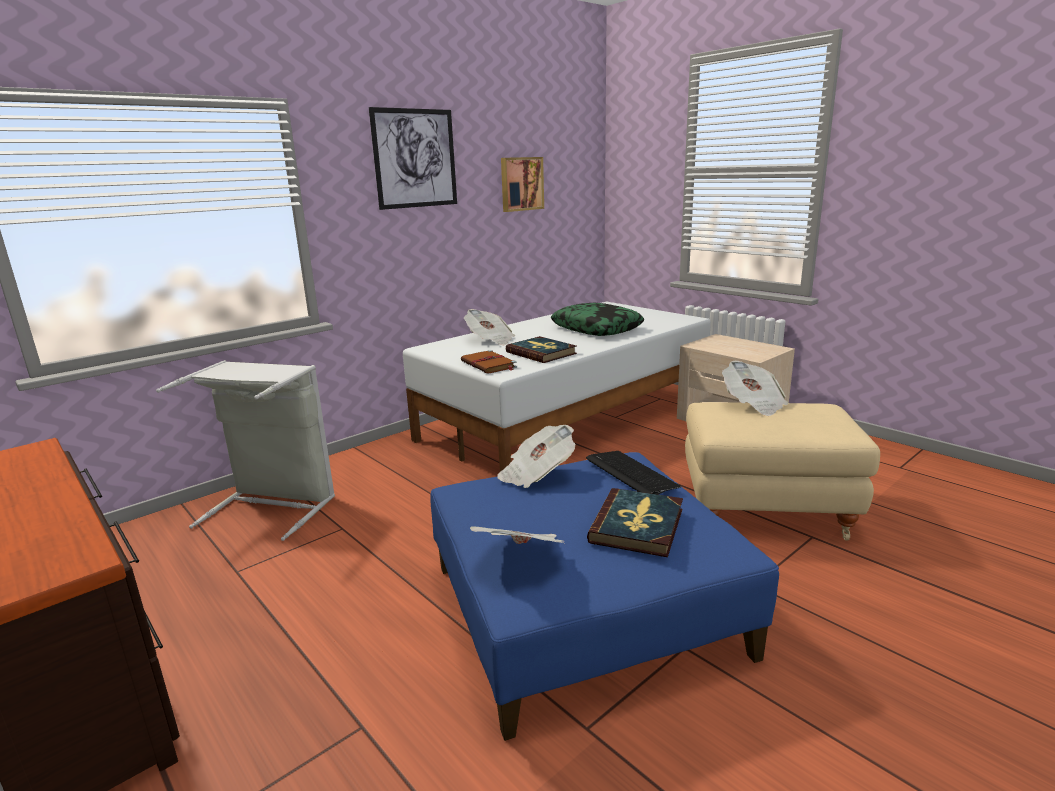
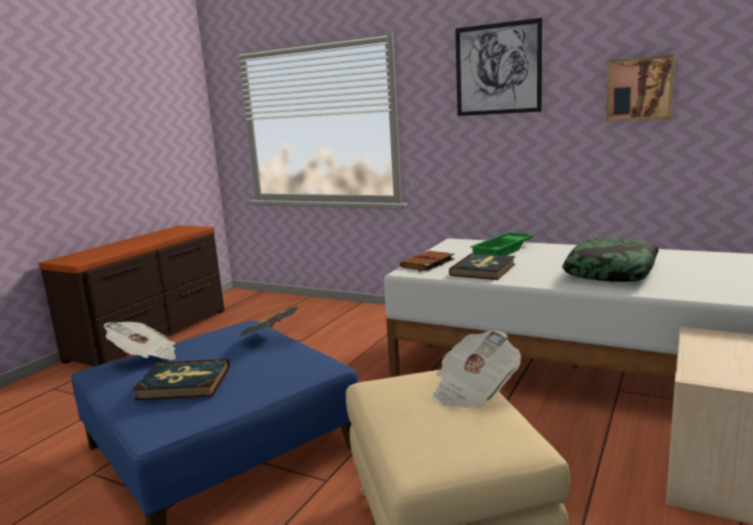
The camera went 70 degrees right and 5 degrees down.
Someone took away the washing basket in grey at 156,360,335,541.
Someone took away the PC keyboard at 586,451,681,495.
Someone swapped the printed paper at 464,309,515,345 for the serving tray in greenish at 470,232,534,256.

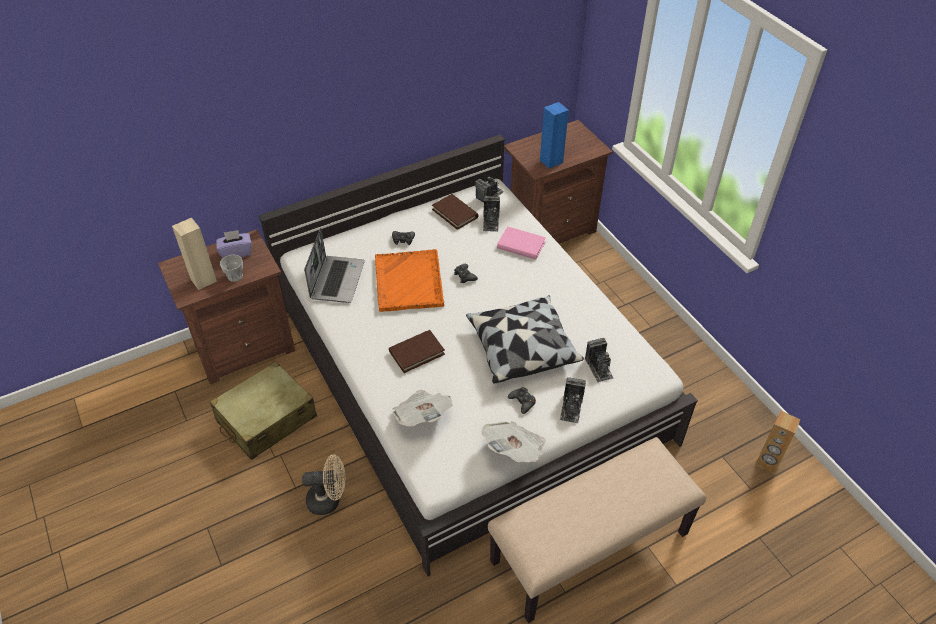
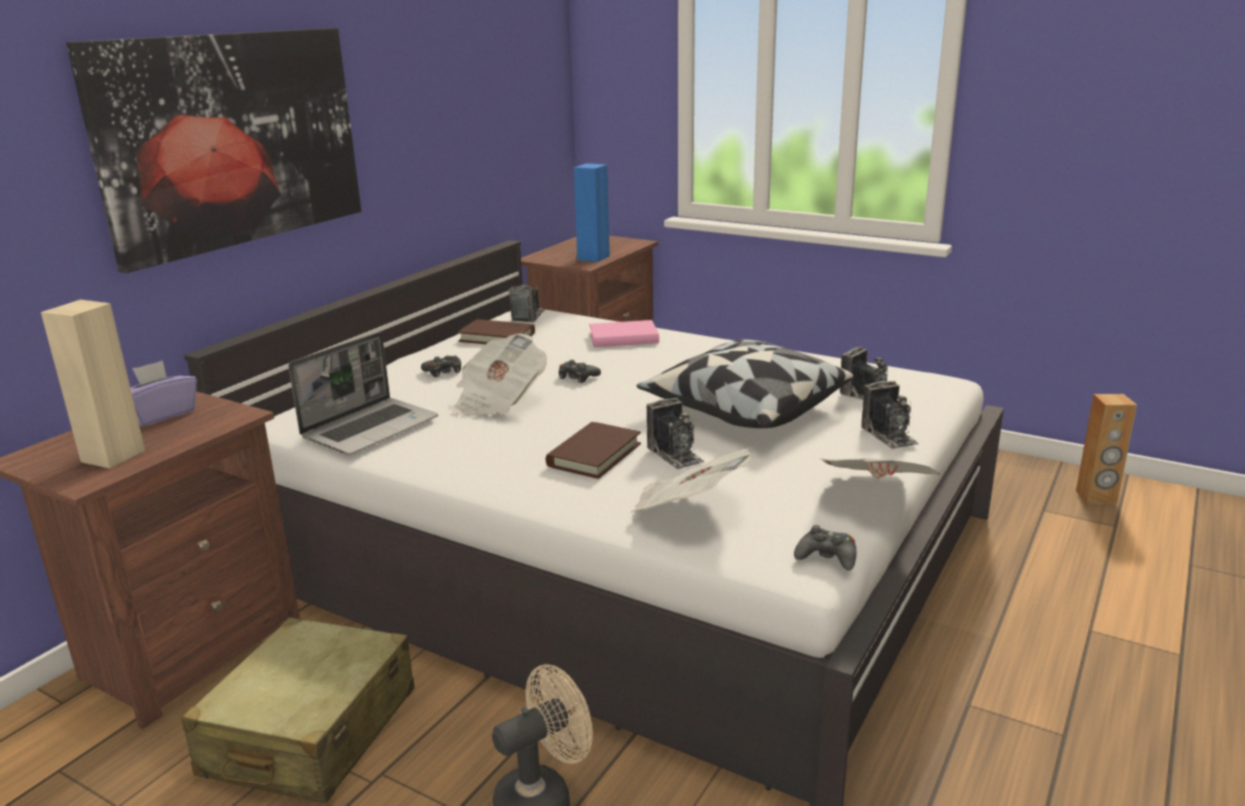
The camera went 30 degrees left and 25 degrees down.
Someone took away the drinking cup at 220,255,243,282.
Someone took away the long seat in beige at 488,437,706,623.
Someone put up the picture at 66,28,361,273.
Someone carried the still camera from 483,196,500,232 to 647,398,705,470.
Someone carried the game controller in black from 508,387,536,414 to 794,525,856,571.
Someone swapped the serving tray in orange at 375,249,444,312 for the printed paper at 453,334,547,416.
Someone rotated the notebook computer at 304,228,365,303 by 60 degrees clockwise.

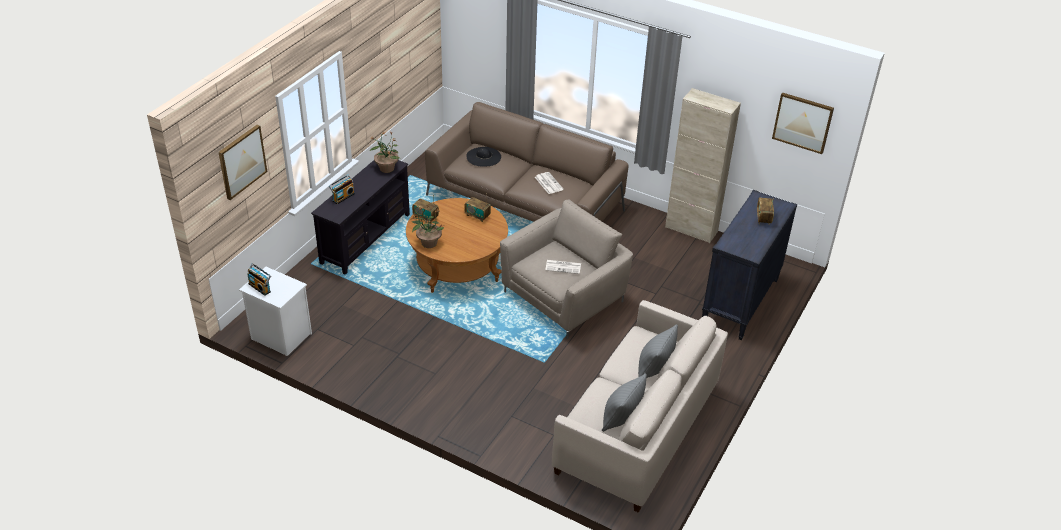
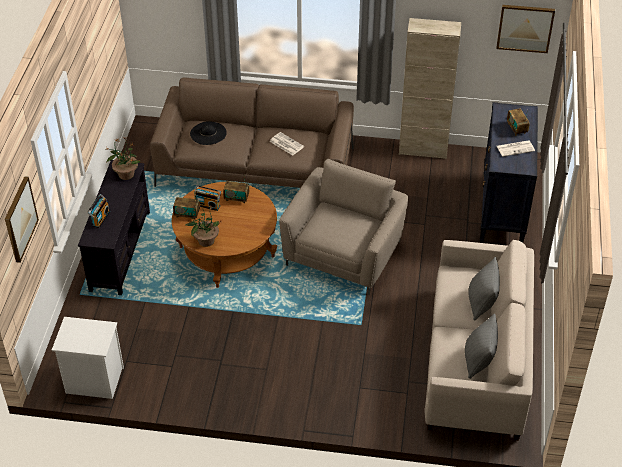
The camera went 20 degrees left and 5 degrees up.
Someone carried the radio receiver from 247,263,271,296 to 195,185,221,211.
Someone carried the printed paper from 545,260,581,274 to 497,140,535,157.

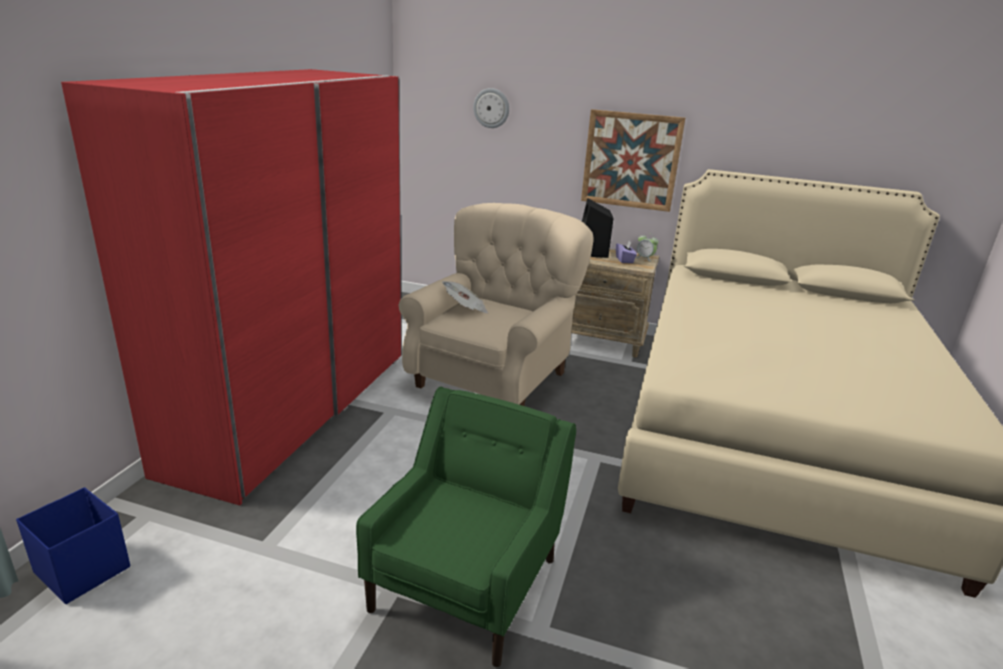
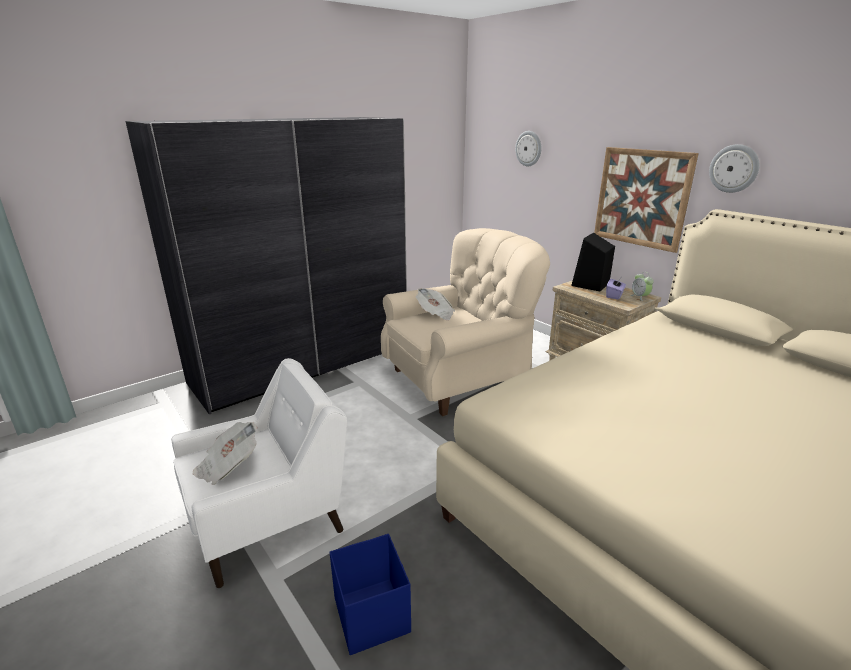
The camera went 35 degrees right and 0 degrees up.
Someone put down the printed paper at 193,422,258,485.
Someone put up the hanging clock at 709,144,760,193.
Someone carried the storage bin in blue from 16,487,130,604 to 330,534,411,655.
Someone repainted the wardrobe in reddish at 61,69,402,505, which became the wardrobe in grey at 126,117,407,414.
Someone repainted the easy chair in greenish at 356,387,576,667, which became the easy chair in whitish at 171,358,347,588.

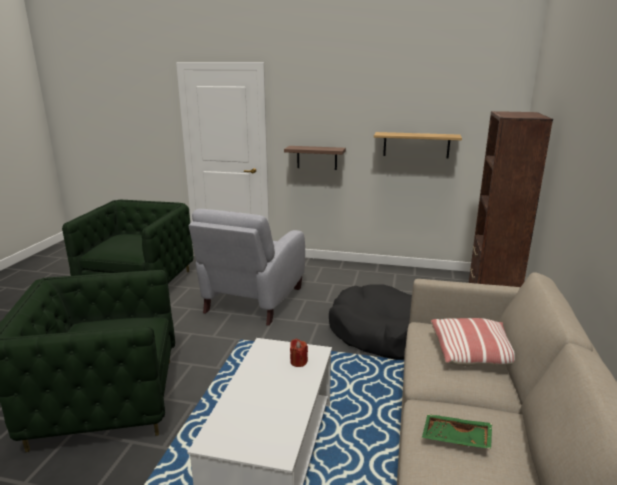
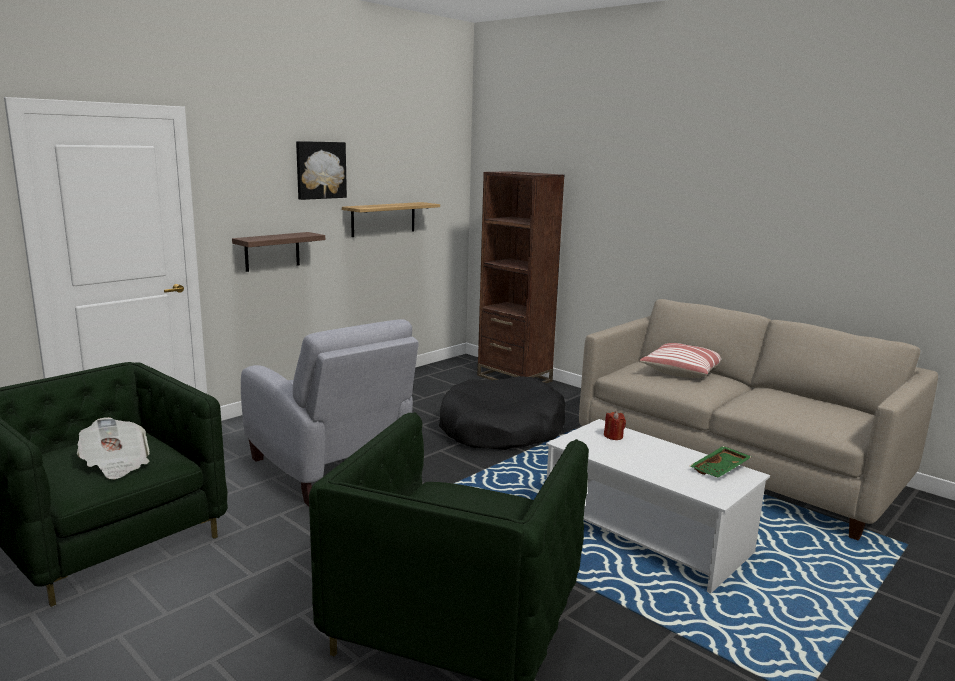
The camera went 60 degrees left and 5 degrees down.
Someone put down the printed paper at 77,417,150,479.
Someone put up the picture at 296,141,347,200.
Someone carried the serving tray in greenish from 422,414,492,449 to 690,446,752,478.

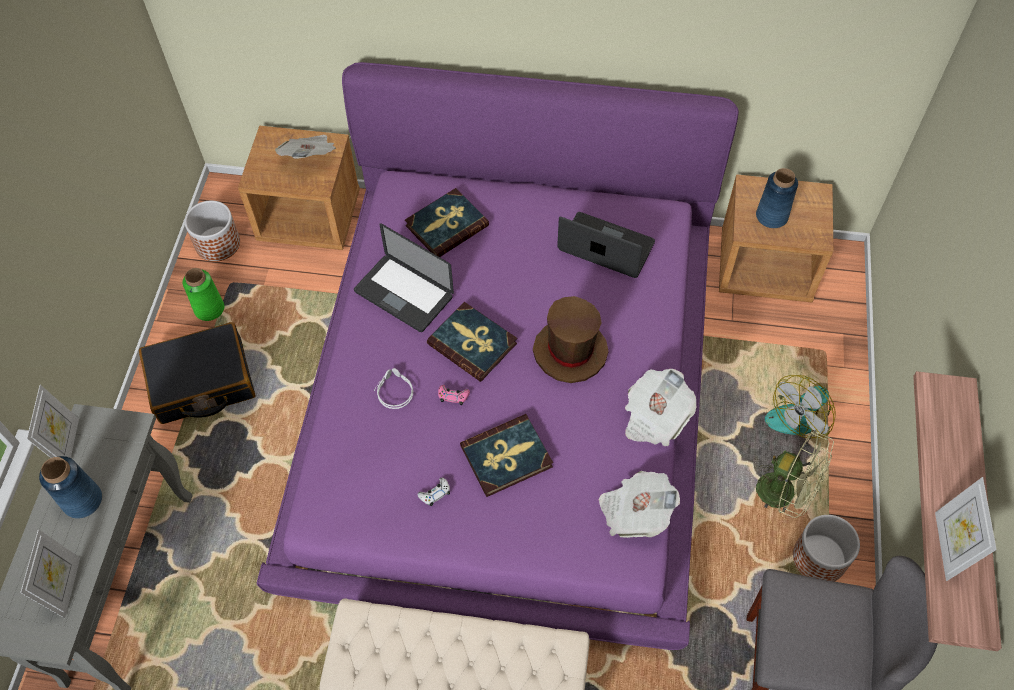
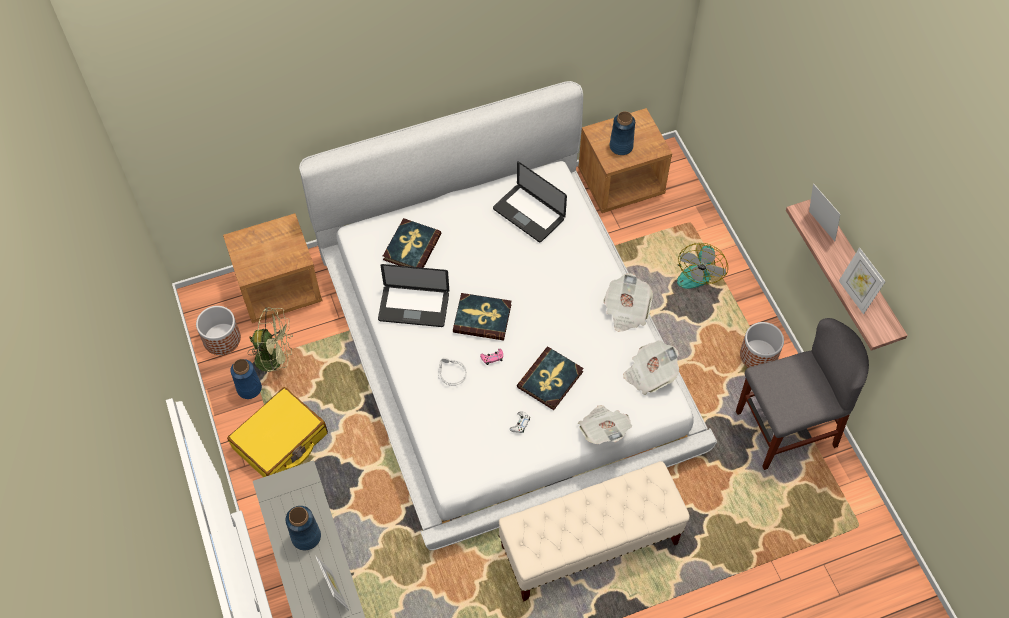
The camera went 30 degrees left and 0 degrees up.
Someone took away the clothing hat in brown at 533,296,608,383.
Someone carried the photo frame from 27,385,79,458 to 809,183,840,241.
Someone carried the printed paper from 275,135,336,159 to 578,405,632,444.
Someone carried the cooling fan in greenish from 756,430,834,518 to 248,307,293,374.
Someone repainted the travel case in black at 139,322,256,424, which became the travel case in yellow at 227,387,328,477.
Someone repainted the decorative vase in greenish at 182,268,224,321, which became the decorative vase in blue at 230,359,262,399.
Someone repainted the sleeping bed in purple-coloured at 257,62,739,650, which became the sleeping bed in whitish at 299,81,717,550.
Someone rotated the notebook computer at 557,212,655,278 by 135 degrees counterclockwise.

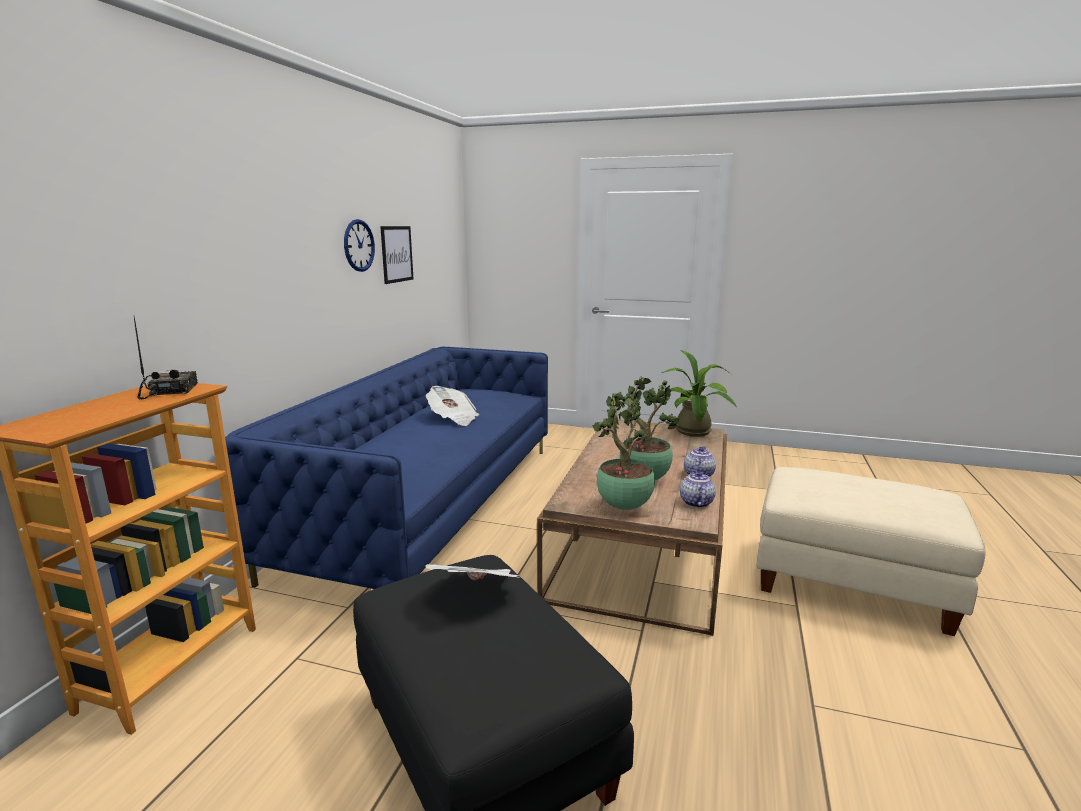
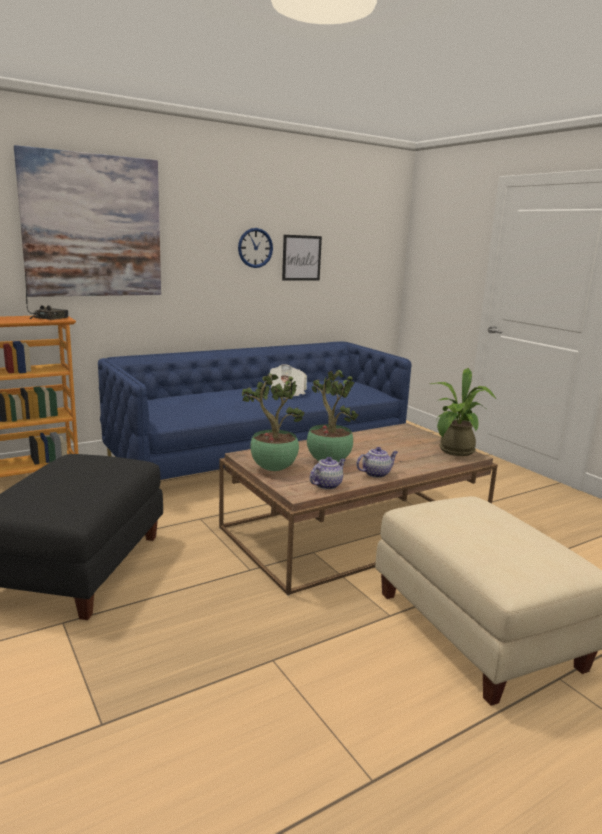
The camera went 40 degrees right and 0 degrees up.
Someone took away the printed paper at 426,564,519,580.
Someone put up the picture at 14,145,161,297.

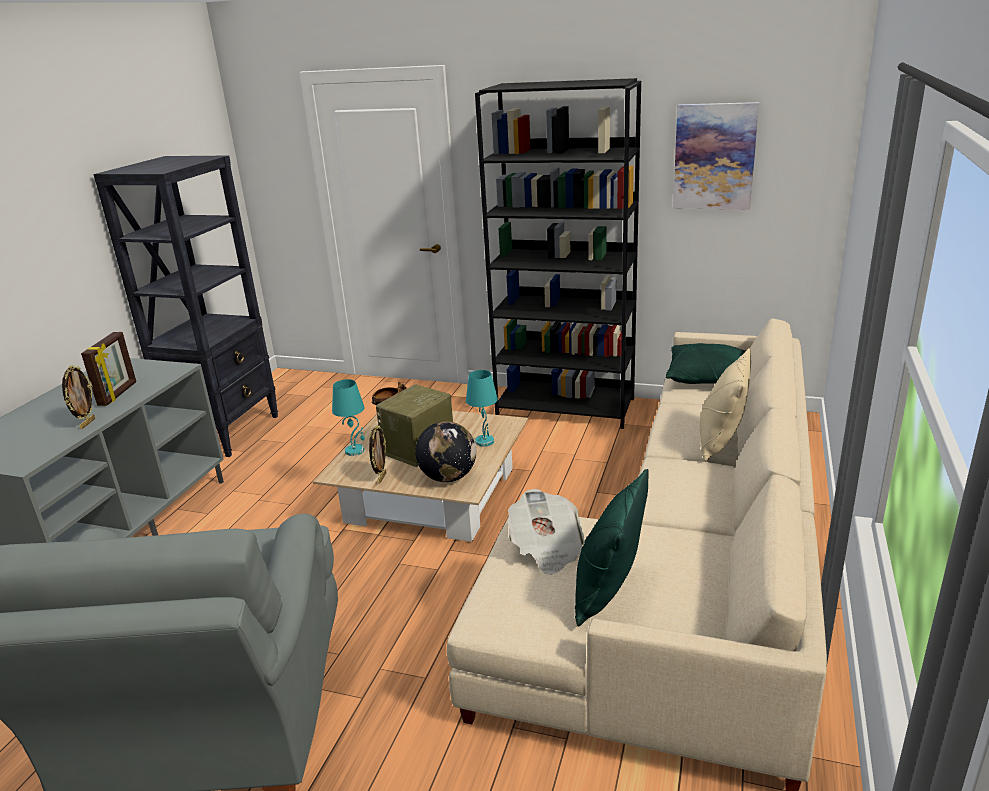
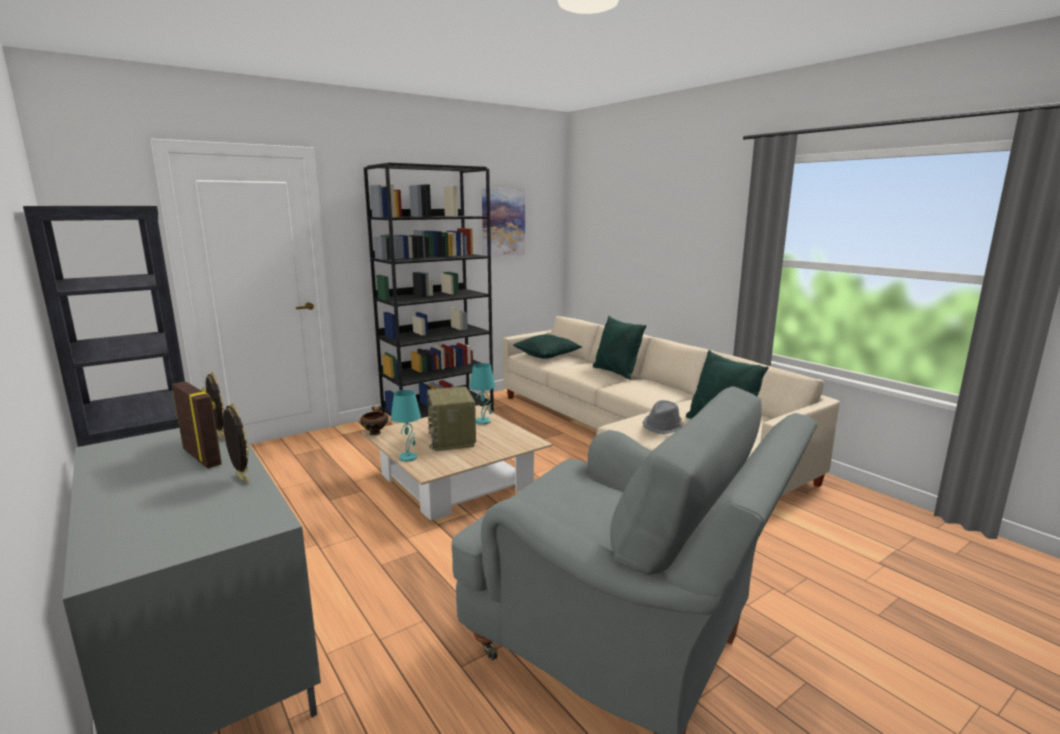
The camera went 55 degrees left and 10 degrees down.
Someone took away the world globe at 415,421,476,482.
Someone carried the photo frame from 369,425,386,484 to 206,371,225,441.
Someone swapped the printed paper at 508,489,585,575 for the clothing hat in grey at 642,400,684,434.
Someone repainted the cushion in beige at 699,348,751,461, which became the cushion in greenish at 593,316,646,379.

